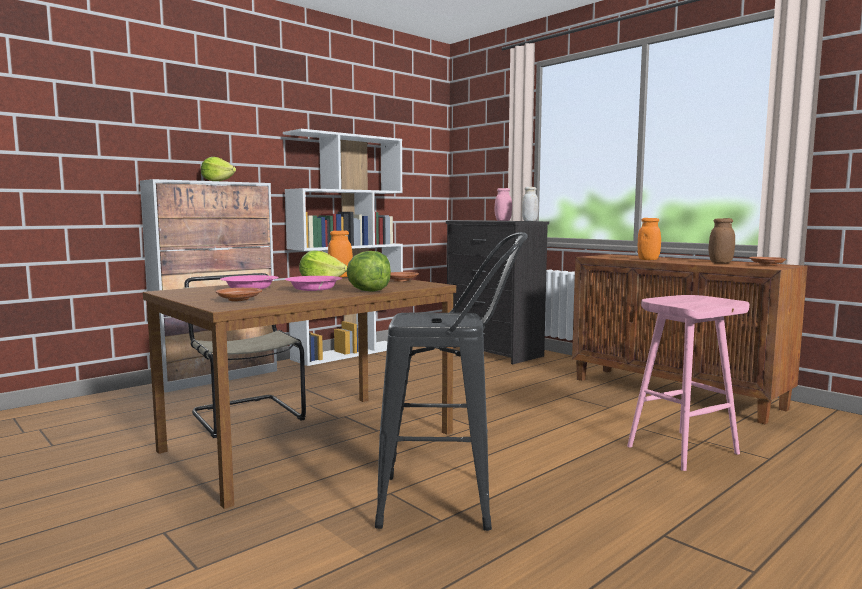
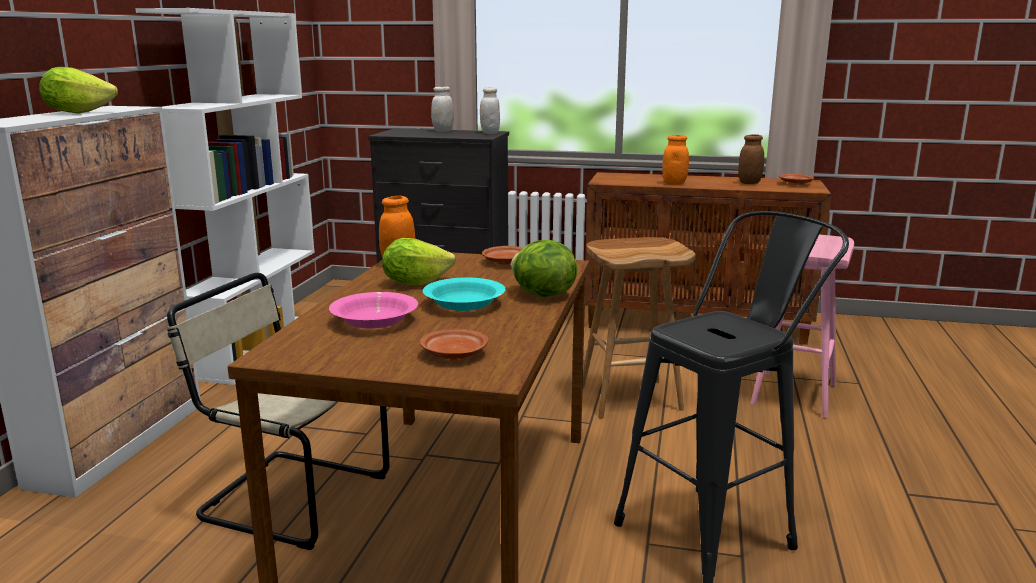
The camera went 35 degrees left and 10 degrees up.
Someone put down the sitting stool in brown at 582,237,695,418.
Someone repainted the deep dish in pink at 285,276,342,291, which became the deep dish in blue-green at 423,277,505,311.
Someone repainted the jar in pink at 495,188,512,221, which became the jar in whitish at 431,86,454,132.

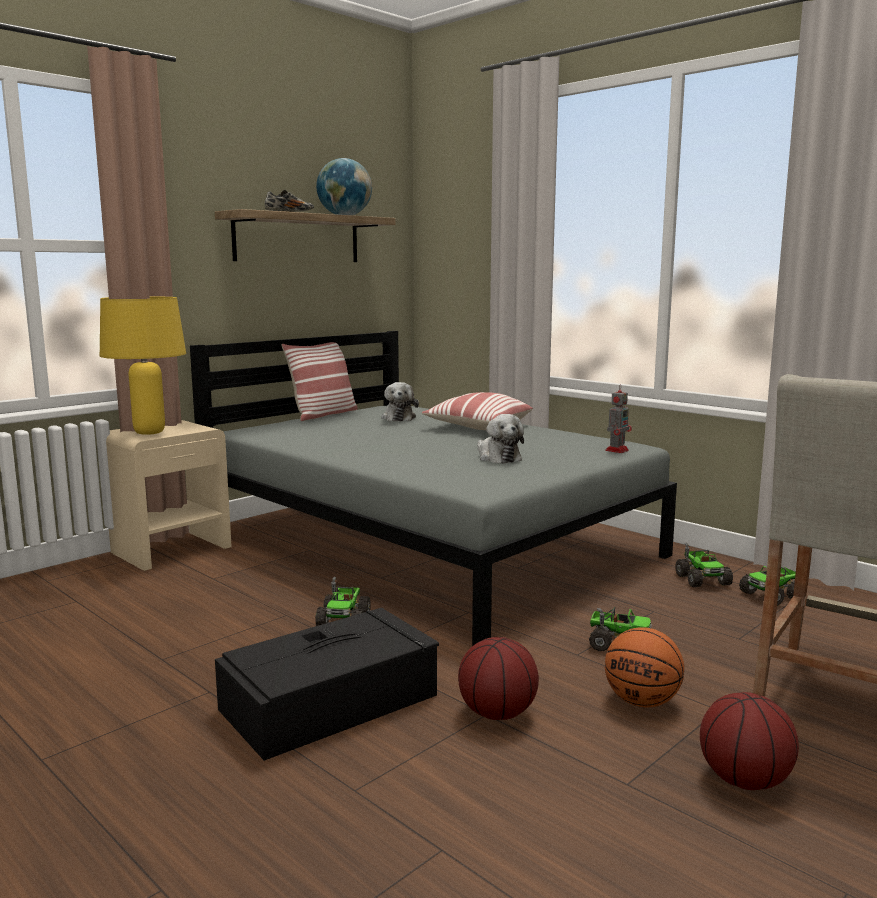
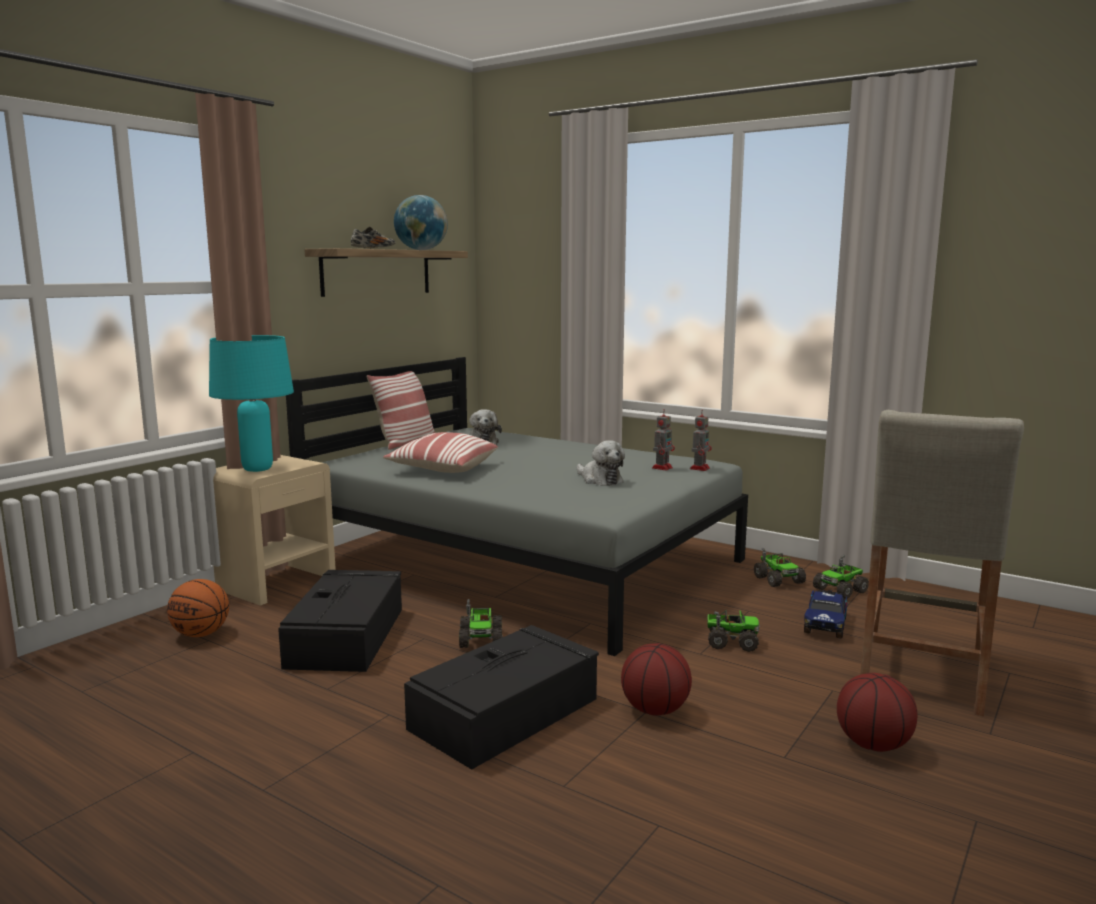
The camera went 10 degrees left and 0 degrees up.
Someone put down the storage bin in black at 278,570,402,672.
Someone put down the toy robot at 652,409,675,471.
Someone put down the toy truck at 804,590,848,639.
Someone carried the cushion from 422,392,533,430 to 383,432,498,473.
Someone carried the ball for basketball from 605,627,684,707 to 167,579,229,637.
Someone repainted the table lamp in yellow at 100,297,186,435, which became the table lamp in blue-green at 209,335,294,472.

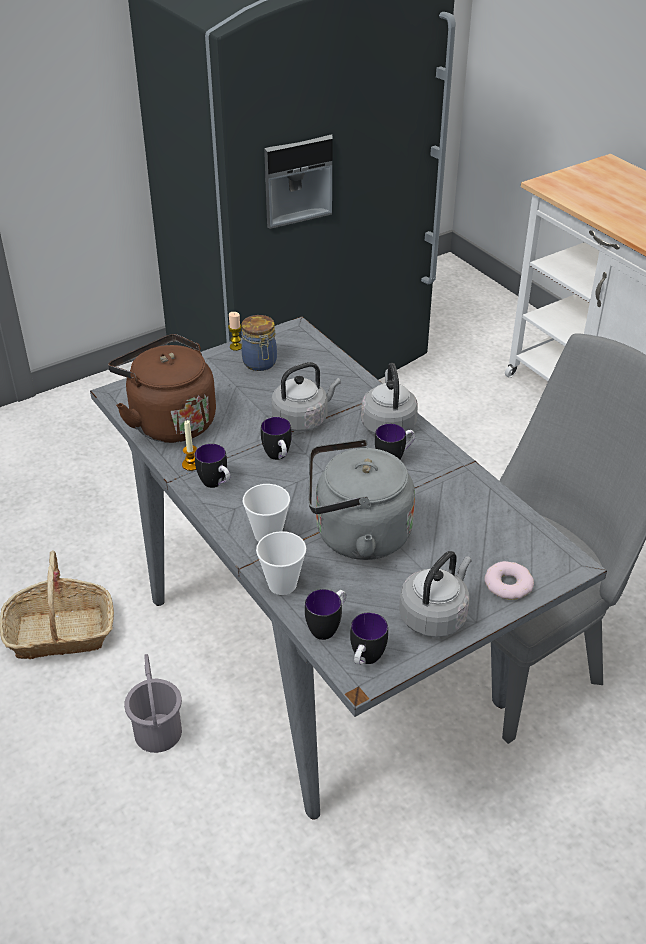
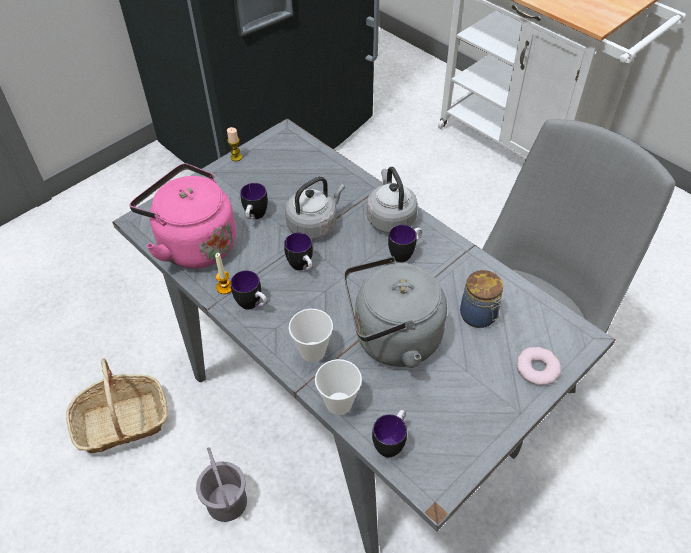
The camera went 10 degrees left and 10 degrees up.
Someone took away the water kettle in grey at 399,551,472,637.
Someone carried the jar from 241,315,277,371 to 460,270,503,328.
Someone carried the coffee mug from 350,612,388,665 to 240,183,268,219.
Someone repainted the water kettle in brown at 108,334,216,443, which became the water kettle in pink at 130,163,236,269.

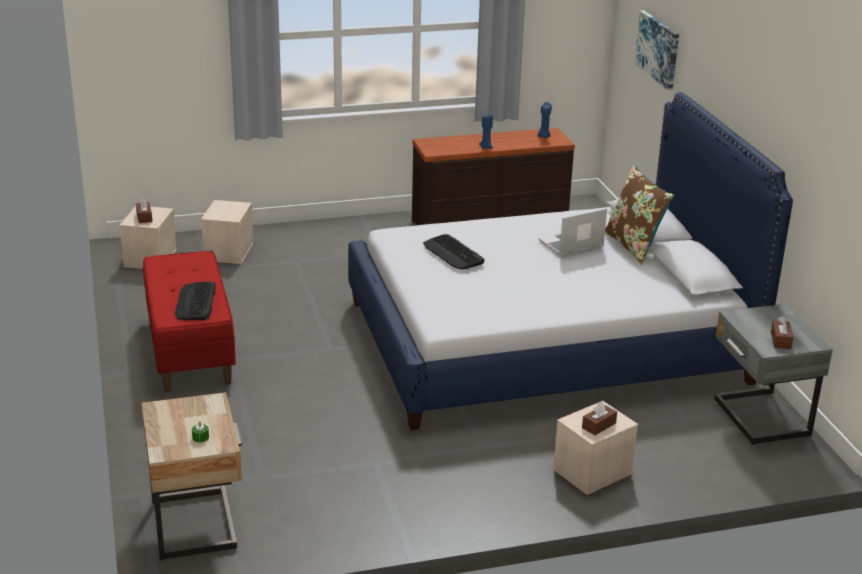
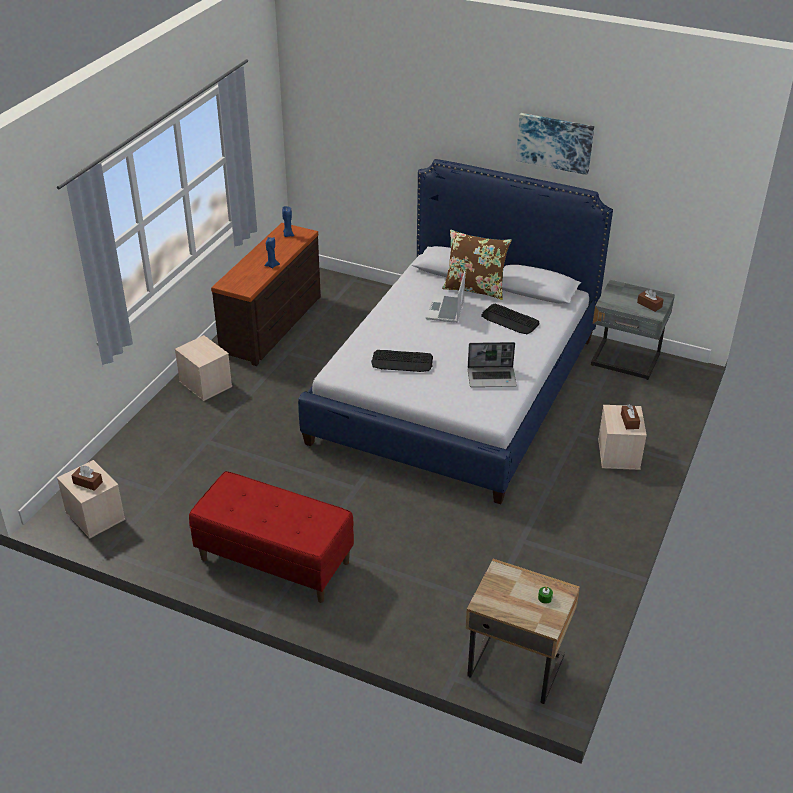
The camera went 50 degrees left and 10 degrees up.
Someone put down the notebook computer at 468,342,517,387.
Someone carried the PC keyboard from 175,282,216,320 to 481,304,539,334.
Someone carried the storage bin in beige from 201,200,254,264 to 175,335,232,401.
Someone carried the picture from 634,10,679,90 to 516,113,594,175.

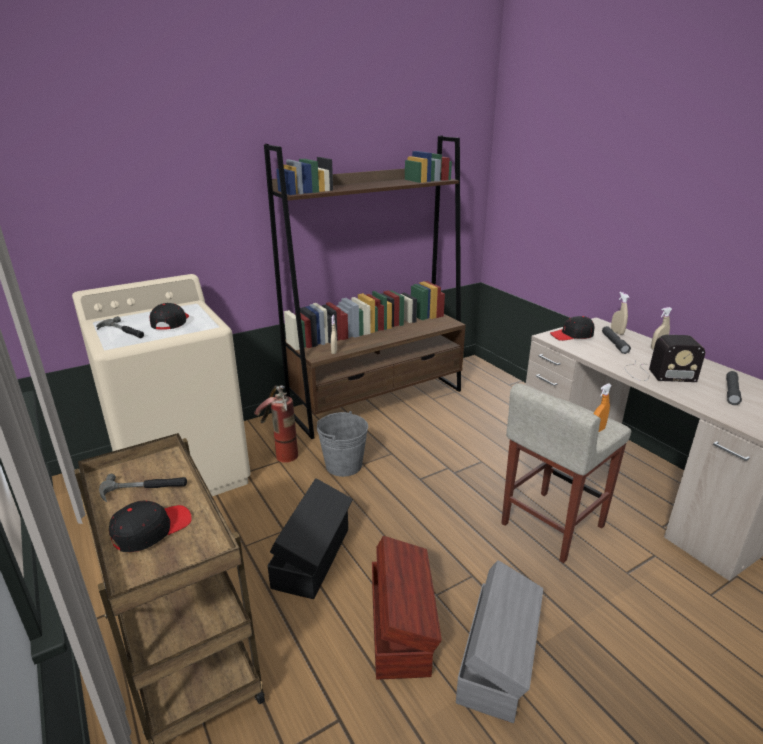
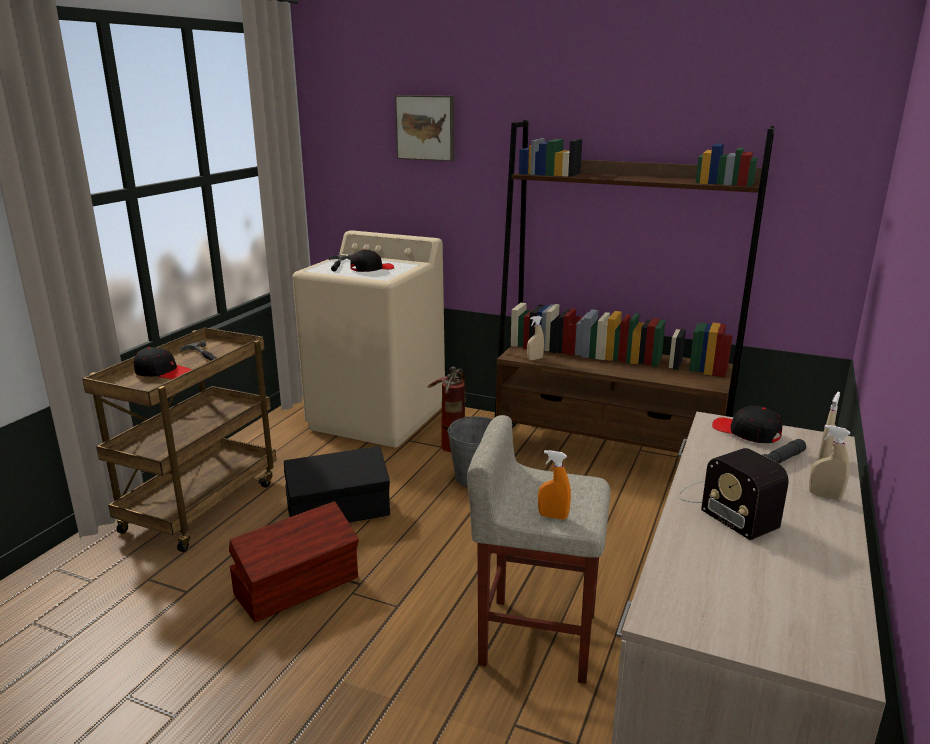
The camera went 55 degrees right and 5 degrees down.
Someone took away the storage bin in grey at 456,560,543,723.
Someone took away the hand torch in grey at 726,371,742,405.
Someone put up the picture at 395,95,455,161.

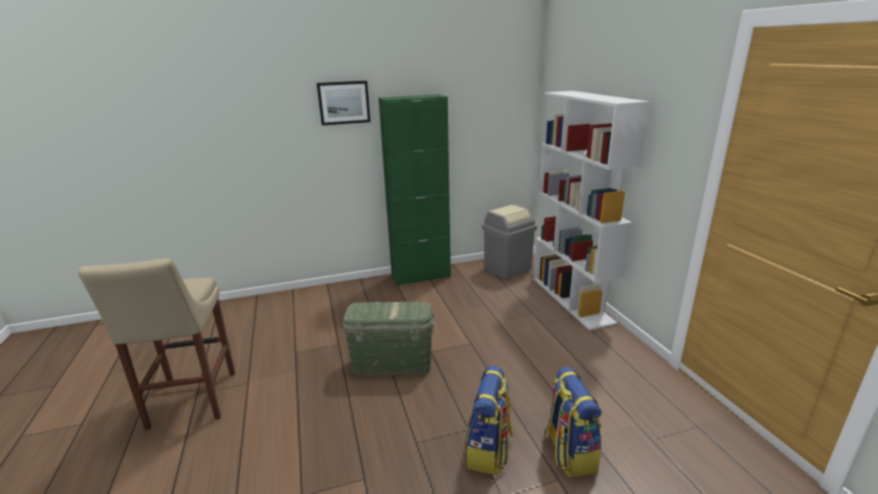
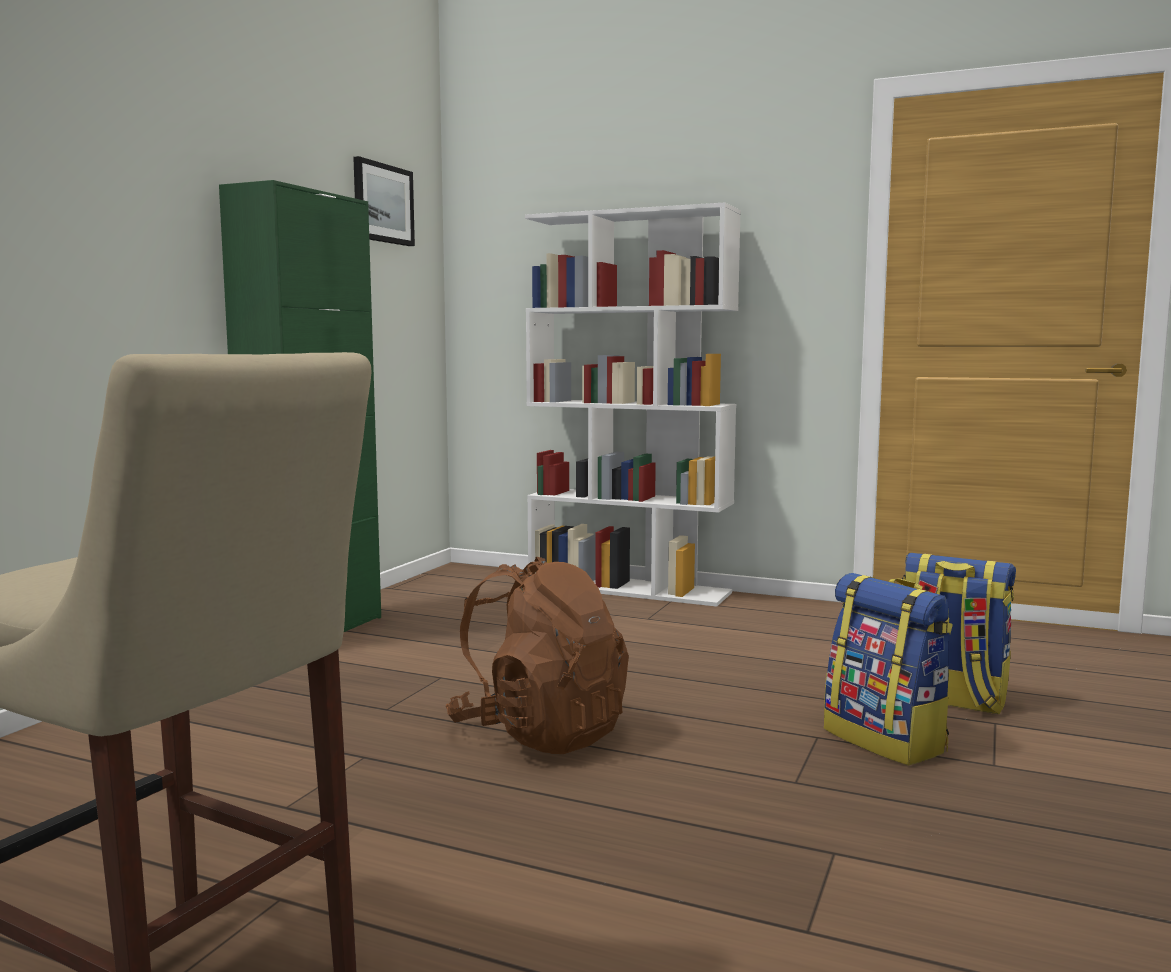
The camera went 50 degrees left and 15 degrees down.
Someone took away the trash can in grey at 482,204,537,279.
Someone carried the picture from 317,81,371,125 to 353,156,415,246.
Someone swapped the storage bin in greenish at 341,302,435,376 for the knapsack in brown at 446,556,629,754.

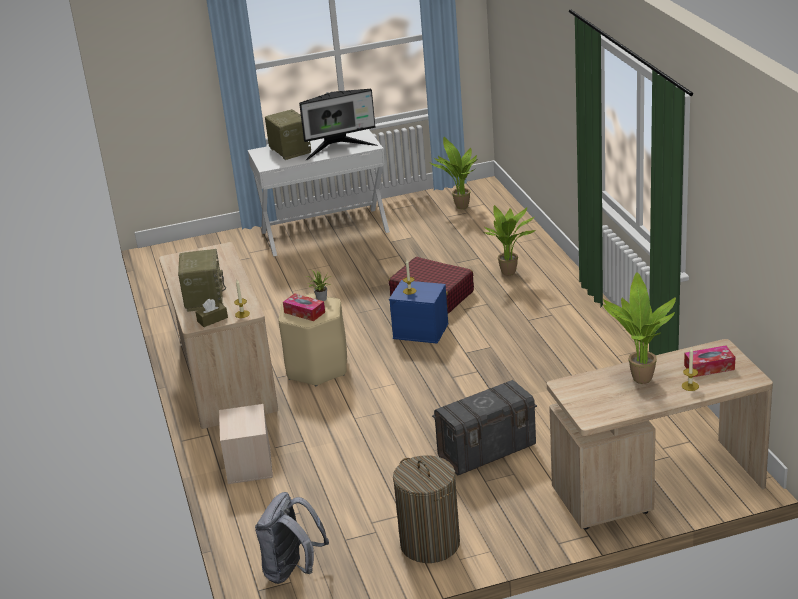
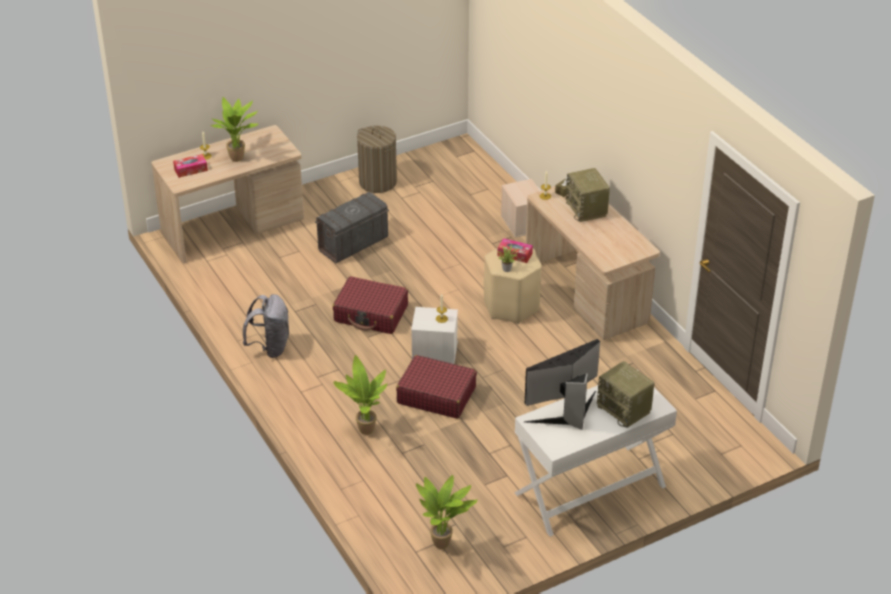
The camera went 165 degrees right and 10 degrees up.
Someone put down the travel case in reddish at 333,276,408,334.
Someone carried the knapsack in grey from 255,492,329,584 to 243,294,289,358.
Someone repainted the storage bin in blue at 389,280,449,344, which became the storage bin in whitish at 411,307,458,364.

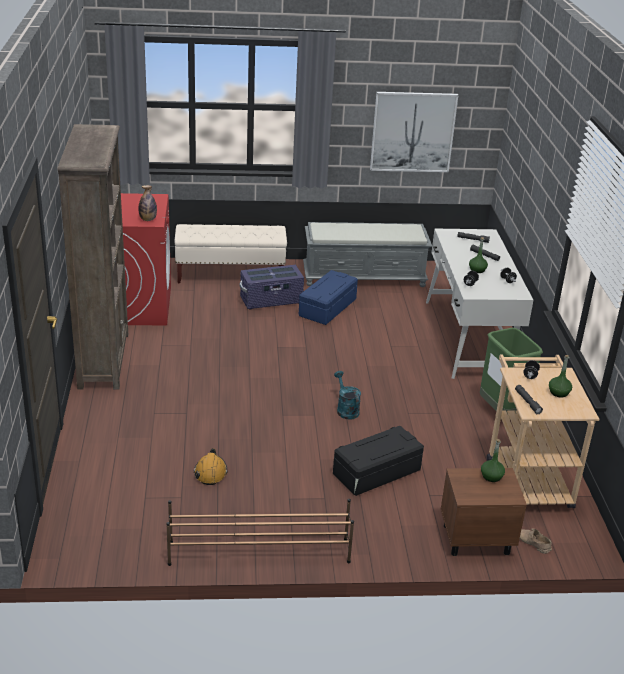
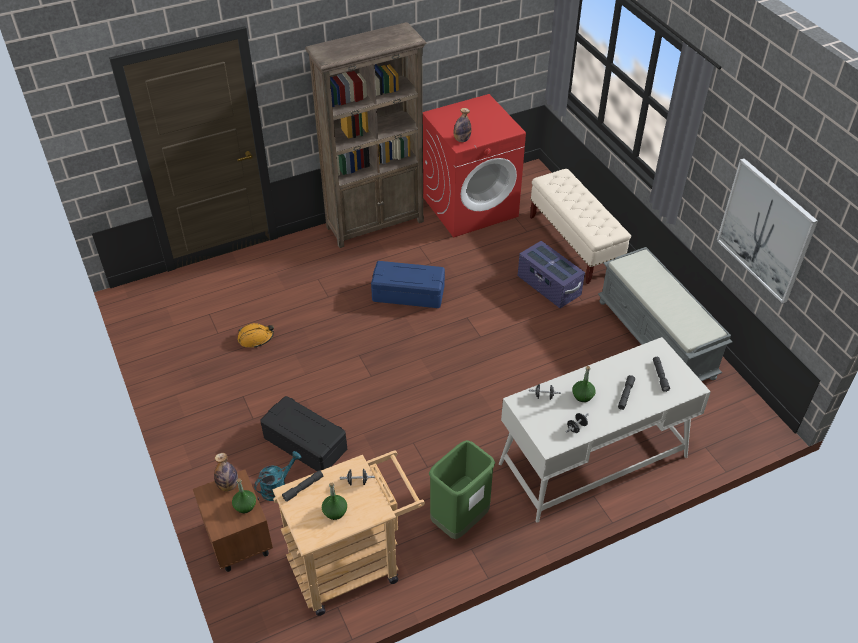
The camera went 70 degrees right and 15 degrees up.
Someone took away the shoe stand in brown at 166,499,354,566.
Someone took away the low shoe in beige at 520,528,552,554.
Someone put down the beverage bottle at 214,453,238,491.
Someone carried the storage bin in blue from 299,270,358,325 to 371,261,445,308.
Someone carried the watering can in blue-green from 334,371,361,420 to 254,451,301,501.

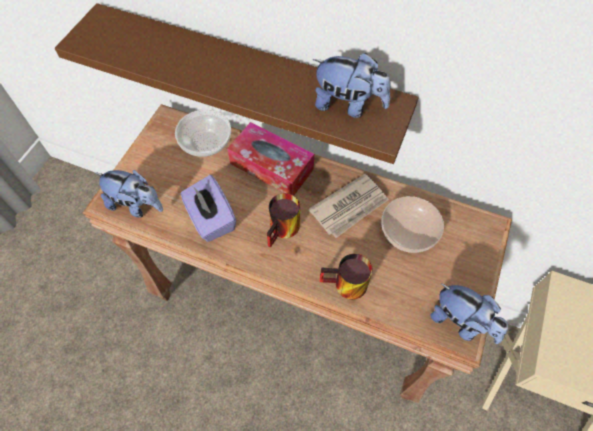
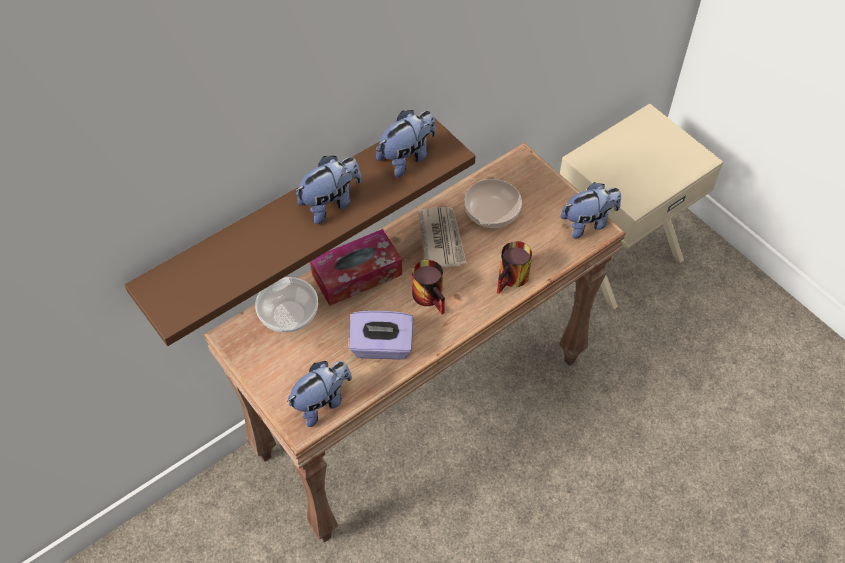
The camera went 60 degrees left and 5 degrees down.
Someone put down the soft toy at 295,156,361,224.

